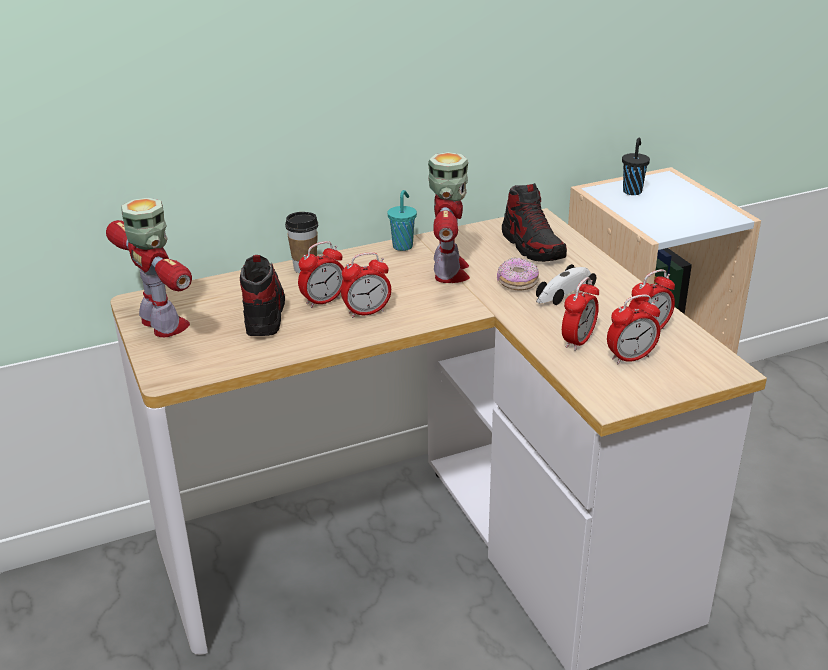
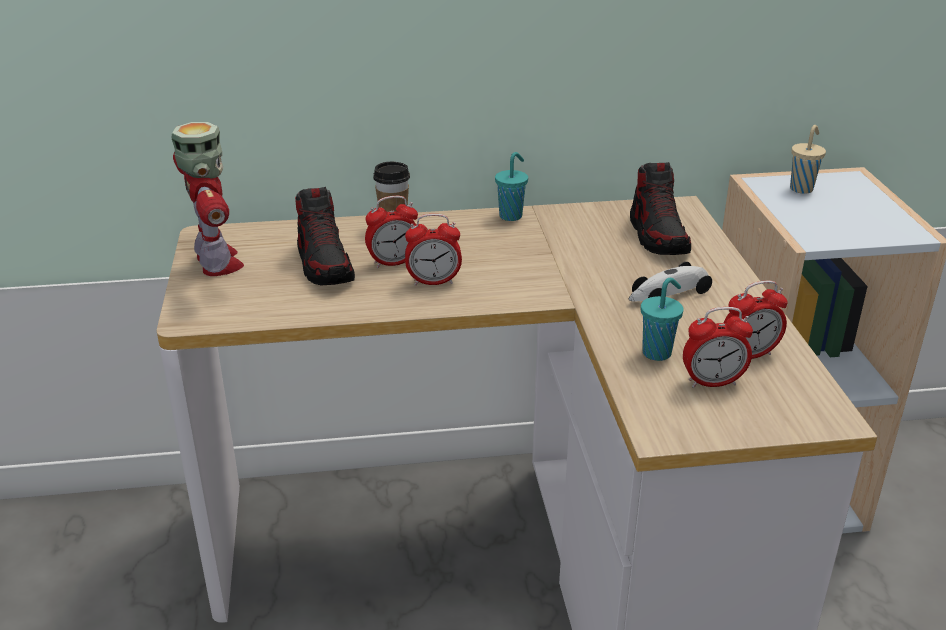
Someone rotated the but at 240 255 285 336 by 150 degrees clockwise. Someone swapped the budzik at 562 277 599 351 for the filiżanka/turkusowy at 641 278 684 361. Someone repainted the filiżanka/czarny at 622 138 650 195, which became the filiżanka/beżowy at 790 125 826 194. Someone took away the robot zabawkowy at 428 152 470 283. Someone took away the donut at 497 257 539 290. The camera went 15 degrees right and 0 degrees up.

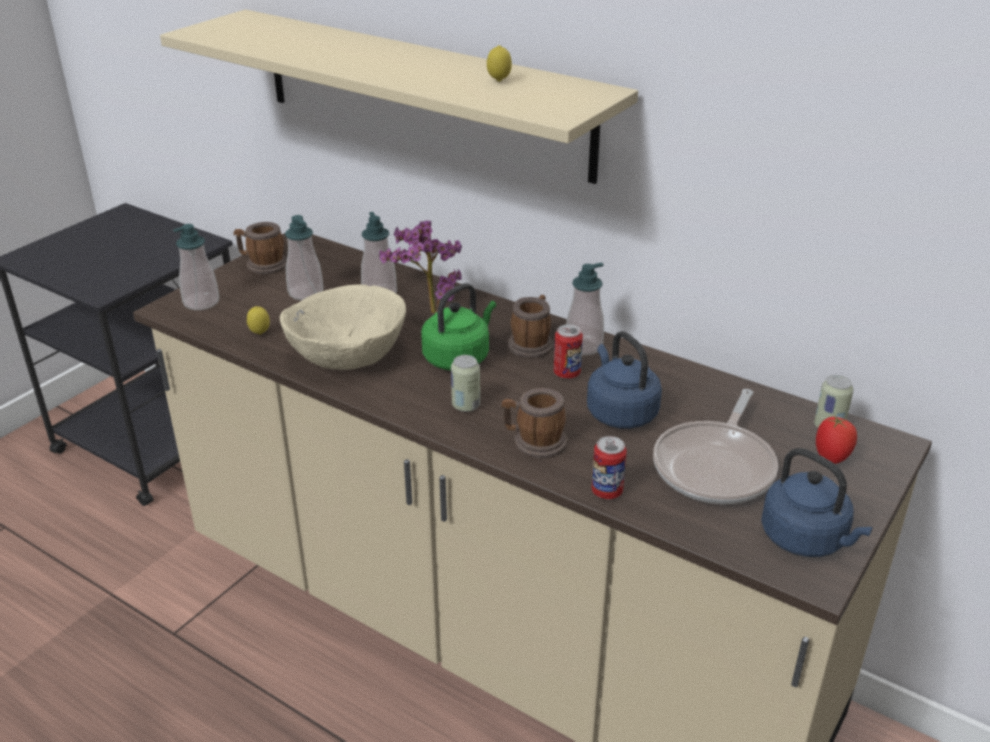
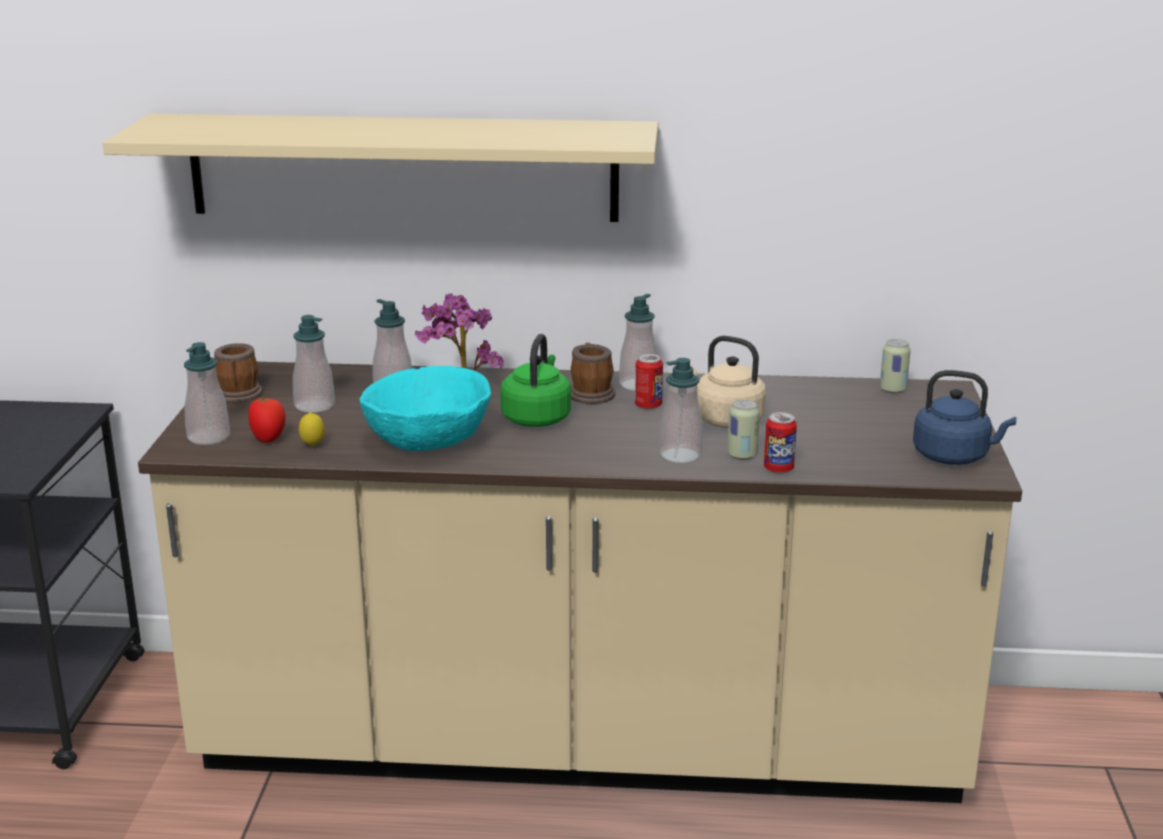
Someone carried the pomidor from 816 415 857 464 to 248 397 286 443. Someone repainted the miska/beżowy at 280 285 406 370, which became the miska/turkusowy at 359 366 491 451. Someone swapped the kubek at 502 388 567 458 for the dozownik mydła at 659 358 703 463. Someone repainted the czajnik/niebieski at 587 331 662 429, which became the czajnik/beżowy at 690 336 766 428. Someone carried the puszka from 451 355 480 412 to 727 400 760 460. Someone took away the cytryna at 487 45 512 82. Someone took away the patelnia at 653 389 778 504. The camera went 30 degrees left and 10 degrees down.

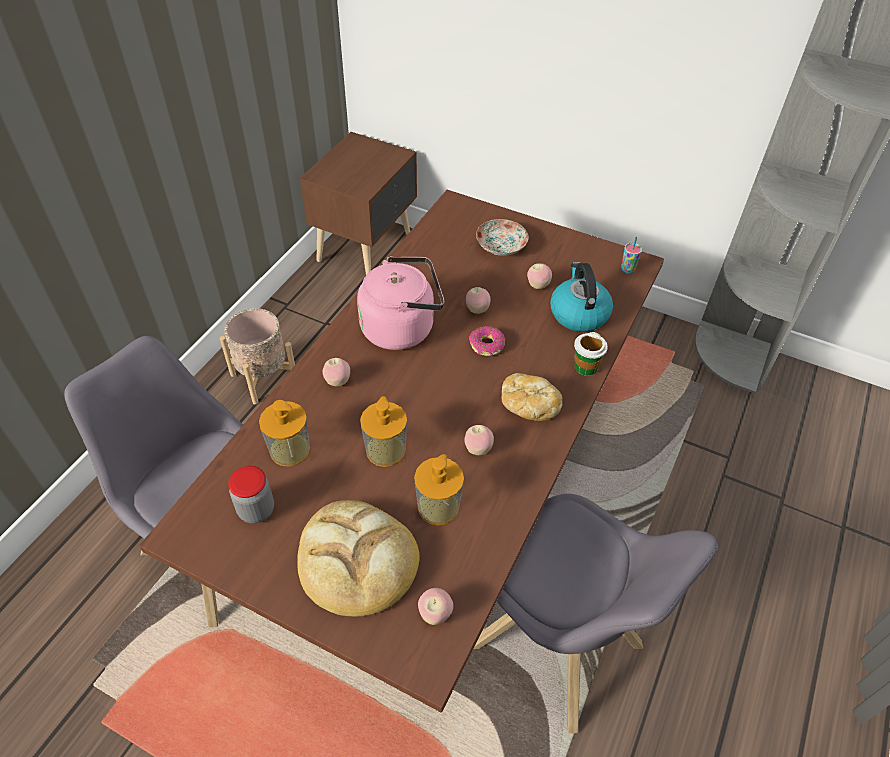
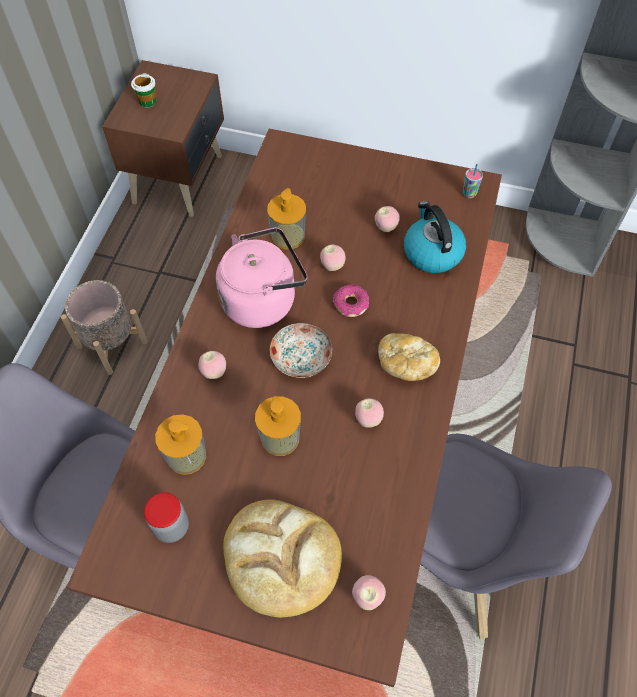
Someone carried the filiżanka from 574 332 608 376 to 131 73 156 108. Someone carried the dozownik mydła from 414 454 464 525 to 267 188 306 249. Someone carried the talerz from 476 219 529 256 to 270 323 332 378. The camera went 10 degrees left and 10 degrees up.

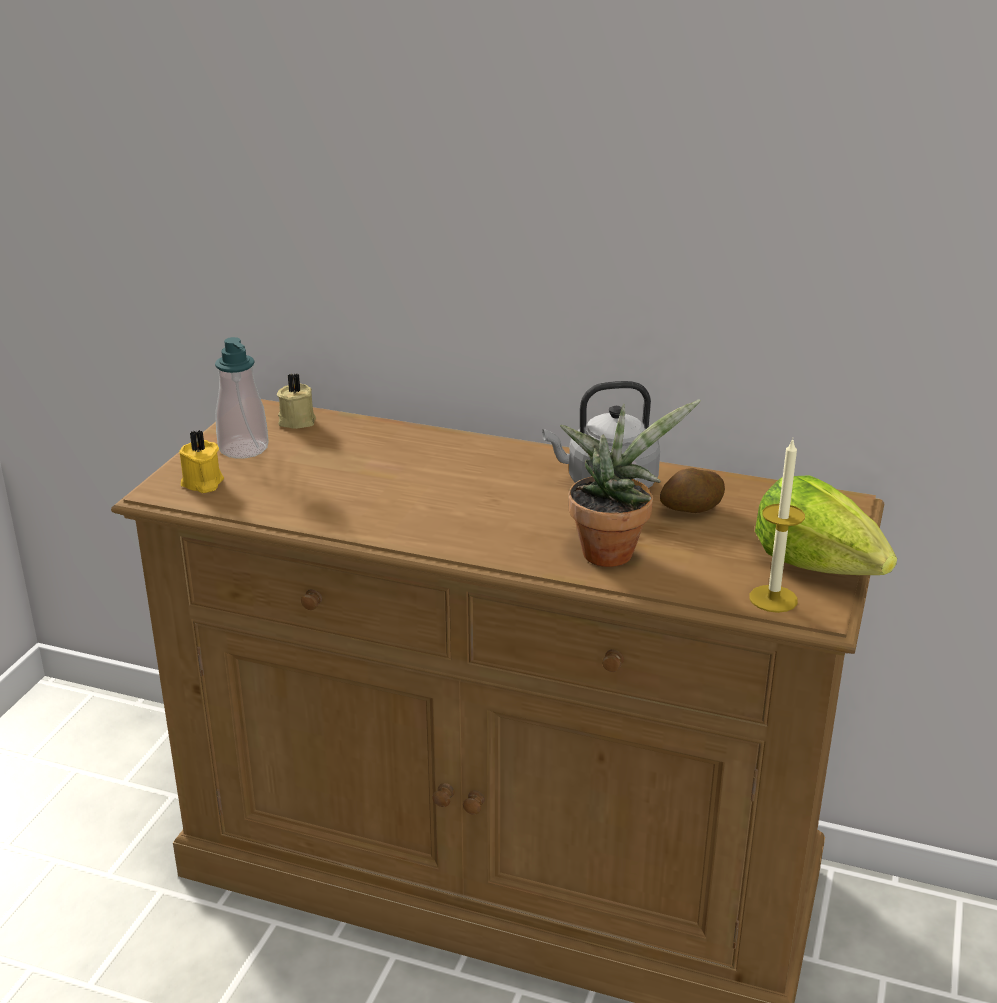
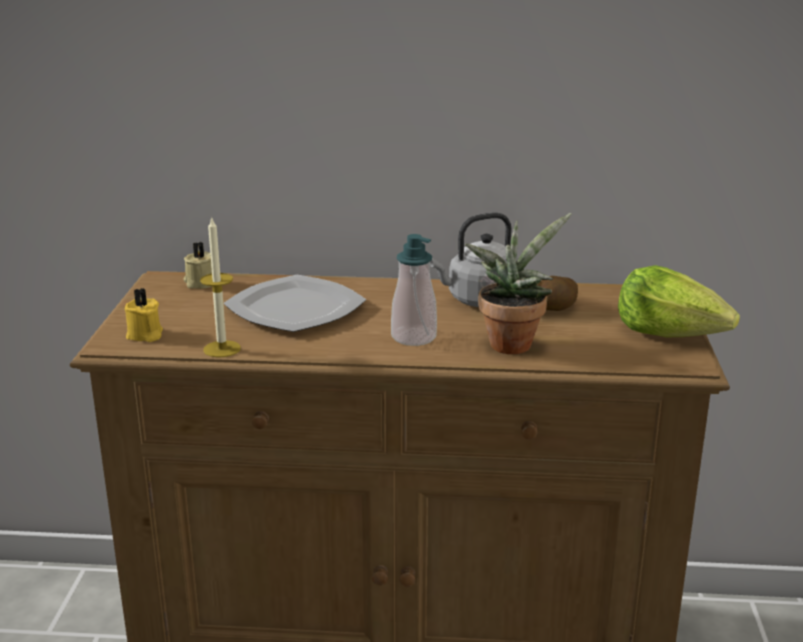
Someone carried the świeca from 749 439 805 613 to 200 216 241 358. Someone put down the talerz at 224 275 366 332. Someone carried the dozownik mydła from 215 337 269 459 to 391 234 437 346. The camera went 15 degrees left and 5 degrees down.

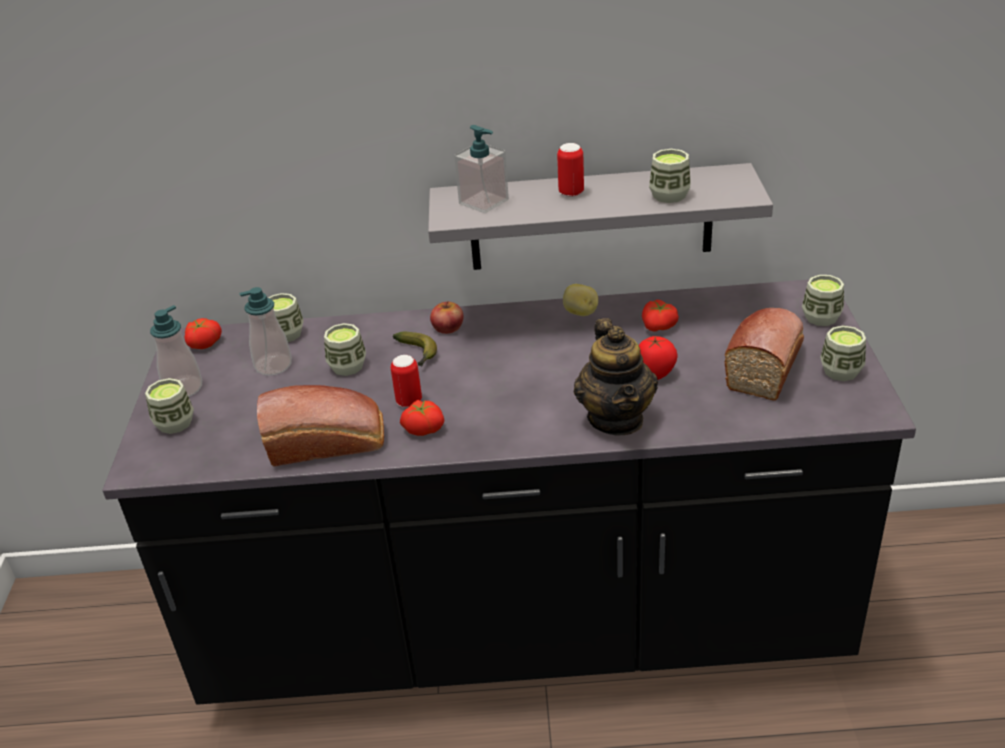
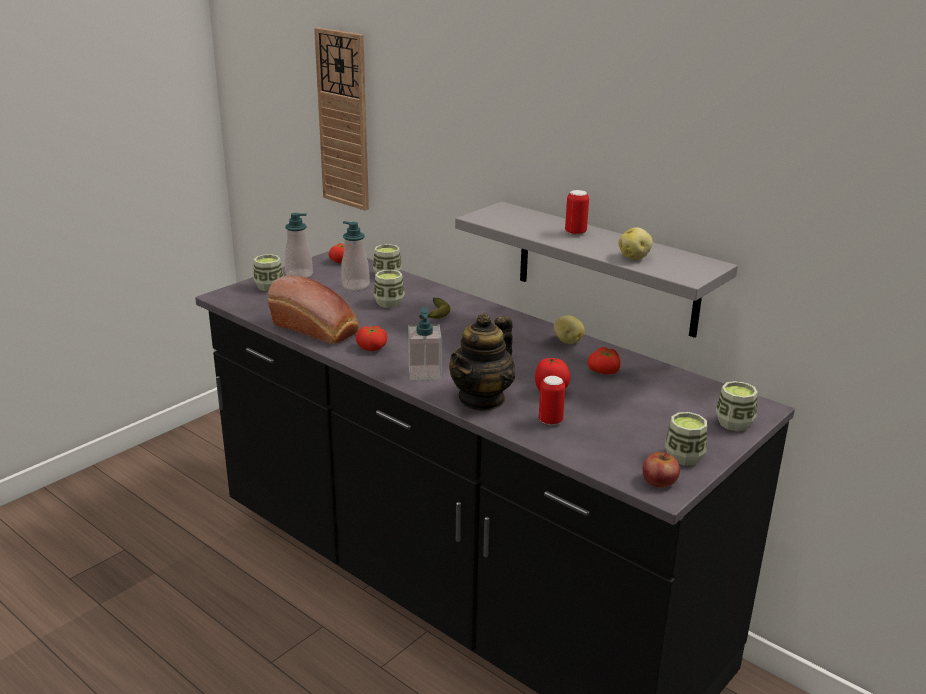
Someone put up the zegar ścienny at 314 28 369 211. Someone carried the dozownik mydła from 454 125 509 213 to 408 307 442 380. Someone carried the puszka from 391 355 422 407 to 539 376 565 425. Someone swapped the filiżanka at 649 149 691 203 for the ziemniak at 619 227 653 260. Someone carried the jabłko from 430 302 463 334 to 643 452 680 488. Someone took away the chleb at 725 308 804 401. The camera went 40 degrees right and 10 degrees down.

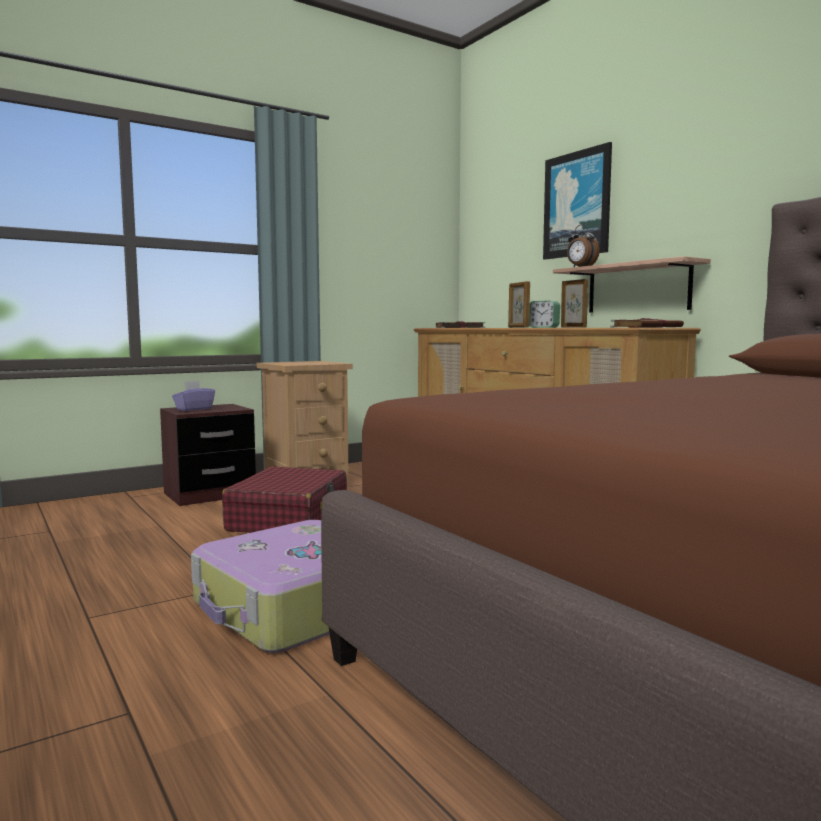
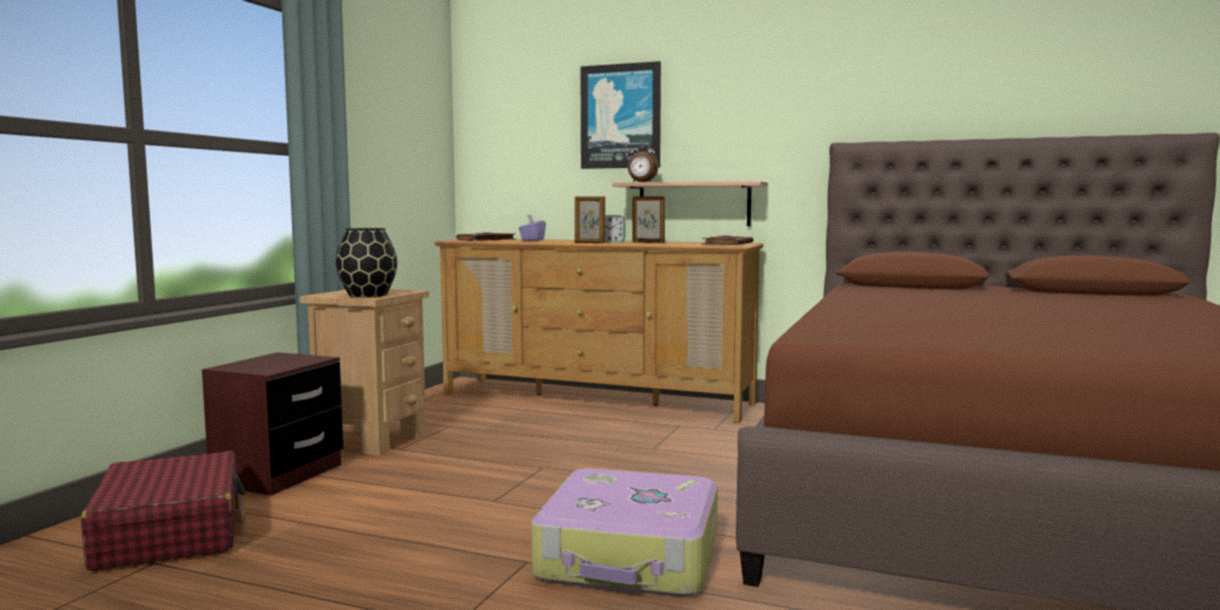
Someone carried the walizka/czerwony from 222 466 347 533 to 81 451 245 571. Someone put down the wazon/czarny at 336 228 397 297. Someone carried the pudełko chusteczek/fioletowy from 172 381 215 411 to 519 215 546 241. The camera went 35 degrees left and 0 degrees up.

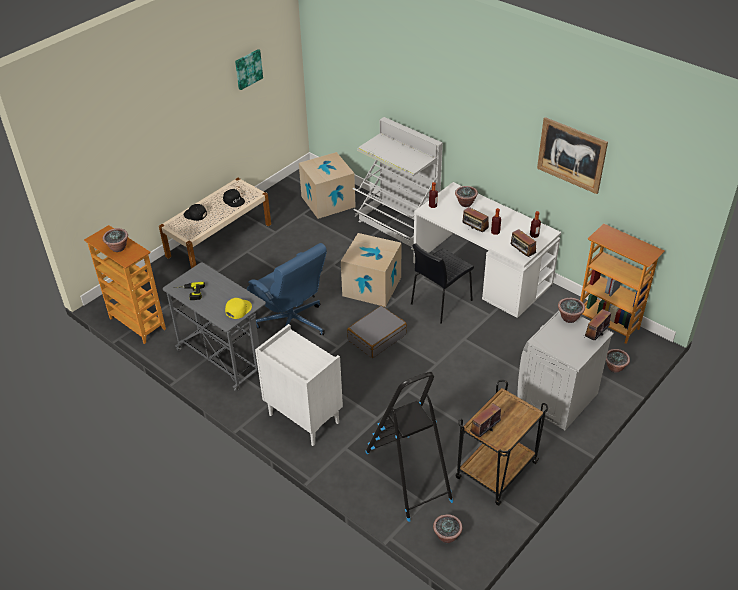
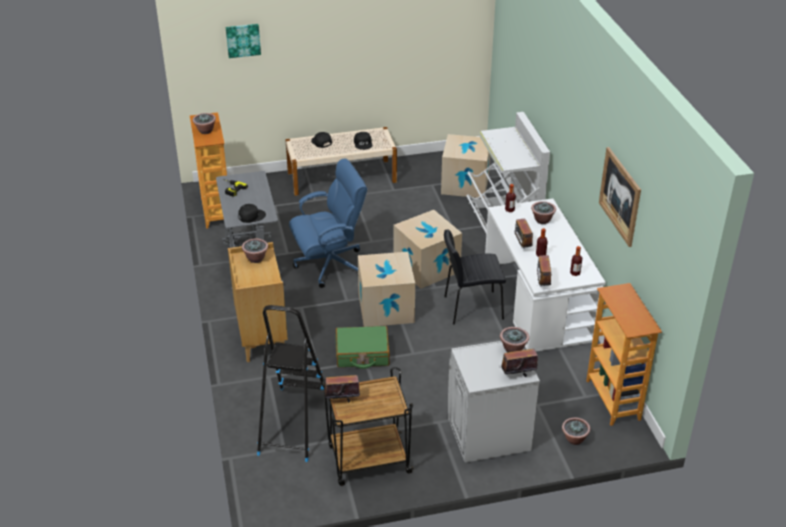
Someone carried the obraz from 235 49 263 90 to 226 24 261 58. Someone repainted the szafka/biały at 255 324 343 446, which became the szafka/brązowy at 228 242 288 362. Someone repainted the czapka z daszkiem/żółty at 225 298 252 319, which became the czapka z daszkiem/czarny at 238 204 266 223. Someone carried the roślina doniczkowa from 433 514 462 543 to 242 238 268 263. Someone rotated the krzesło biurowe/niebieski at 247 243 327 335 by 105 degrees counterclockwise. Someone put down the walizka/zielony at 335 326 390 369. Someone swapped the walizka/szary at 347 306 407 358 for the karton at 358 252 415 327. The camera went 35 degrees right and 5 degrees down.

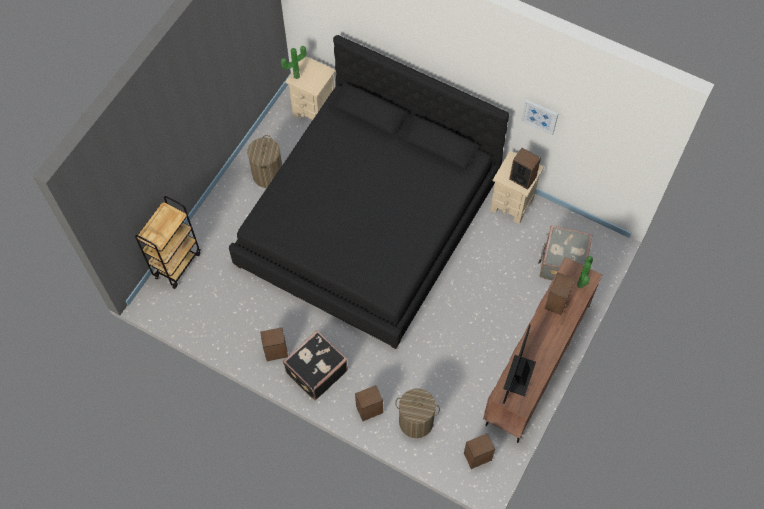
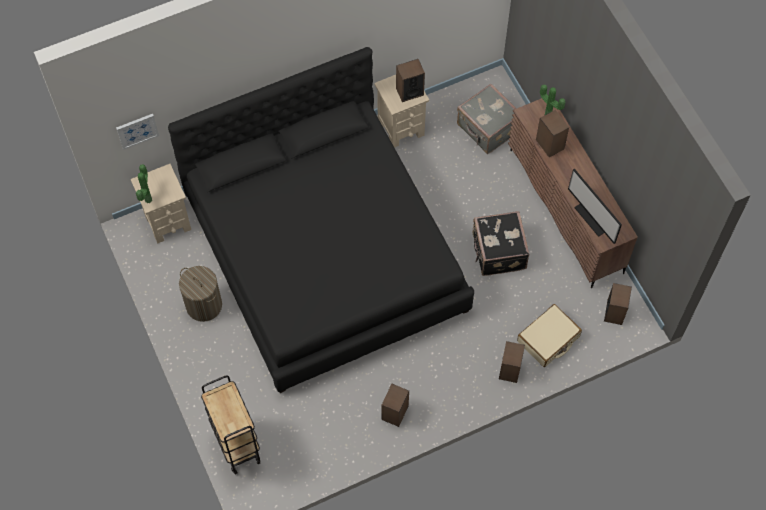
Someone carried the obraz from 521 99 558 135 to 116 114 159 150. Someone carried the walizka/czarny from 283 330 348 400 to 473 211 529 276. Someone swapped the kosz na pranie at 395 388 440 438 for the walizka/beżowy at 517 304 582 367. The camera went 55 degrees left and 0 degrees up.

